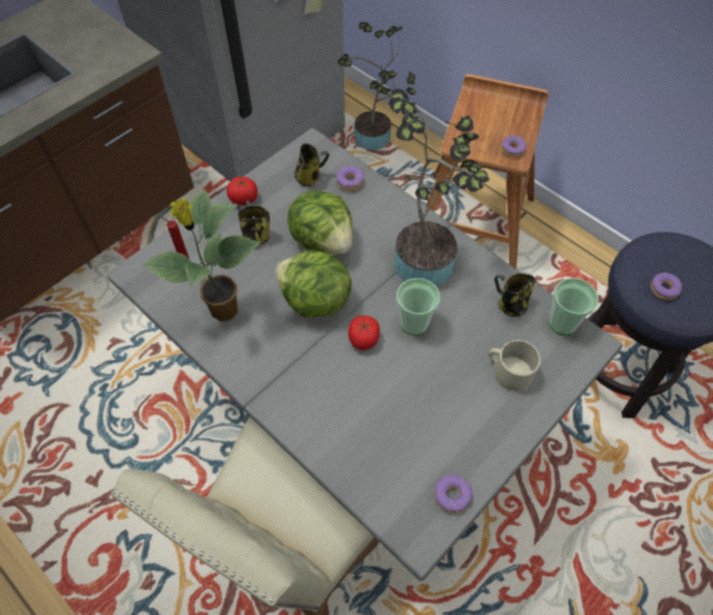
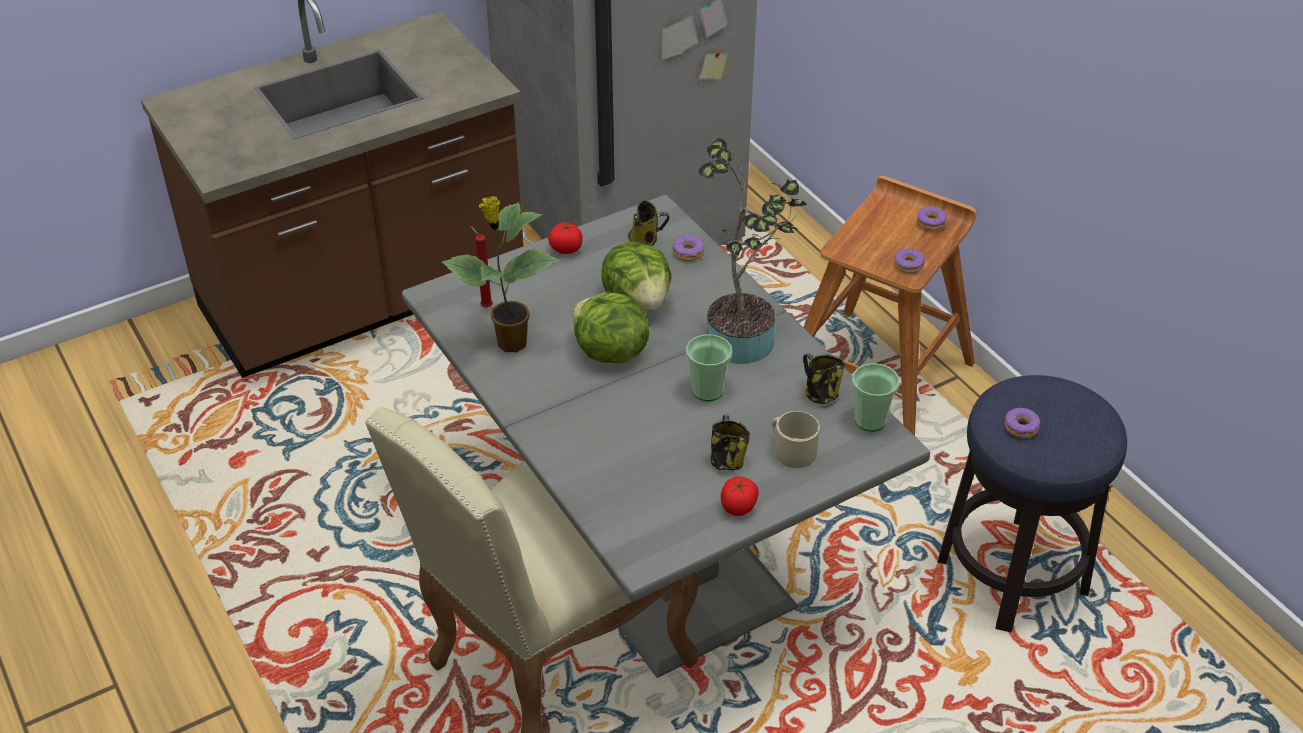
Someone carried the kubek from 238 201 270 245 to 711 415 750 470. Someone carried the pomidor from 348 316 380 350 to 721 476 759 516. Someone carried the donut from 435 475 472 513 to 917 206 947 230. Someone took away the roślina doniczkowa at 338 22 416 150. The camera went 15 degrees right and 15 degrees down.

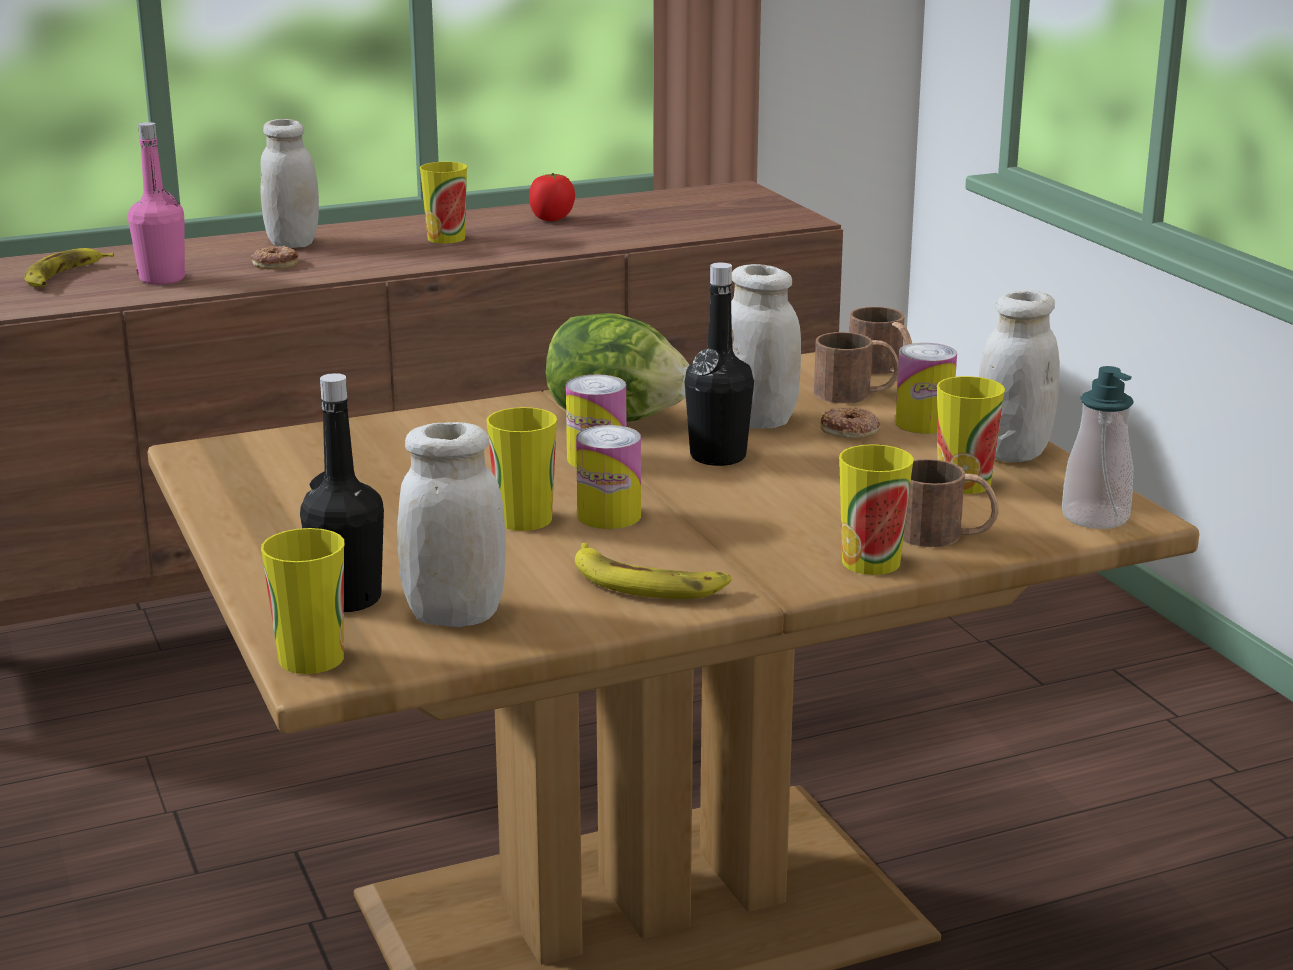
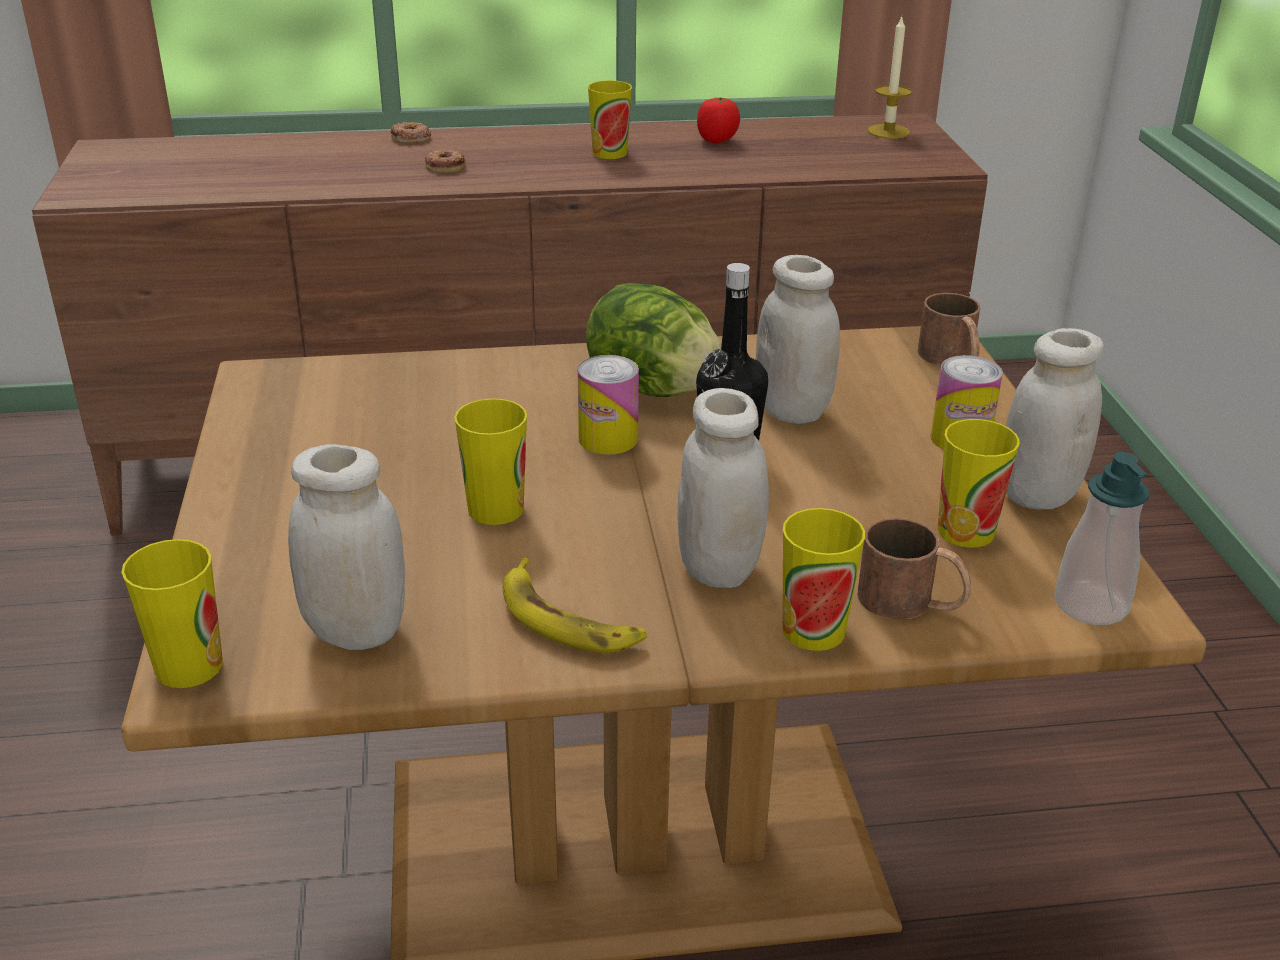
Someone carried the donut from 820 407 880 438 to 390 122 431 143. Someone carried the słoik/biały from 260 119 319 248 to 677 388 769 588. Someone put down the świeca at 868 17 912 139. Someone took away the banan at 24 248 114 287. Someone took away the butelka/różowy at 128 122 185 285. Someone took away the butelka/czarny at 300 373 384 612. Someone took away the puszka at 576 425 641 529. Someone took away the kubek/brązowy at 814 332 899 403. The camera went 15 degrees right and 10 degrees up.

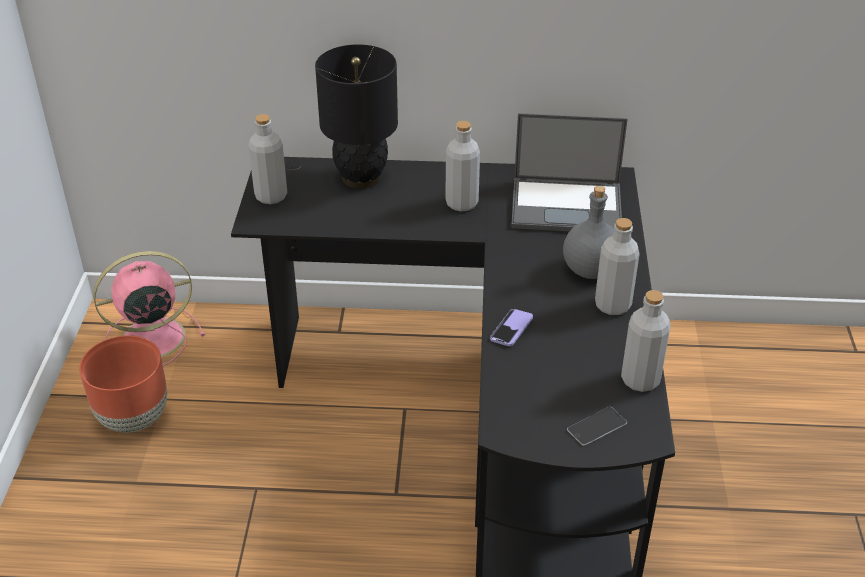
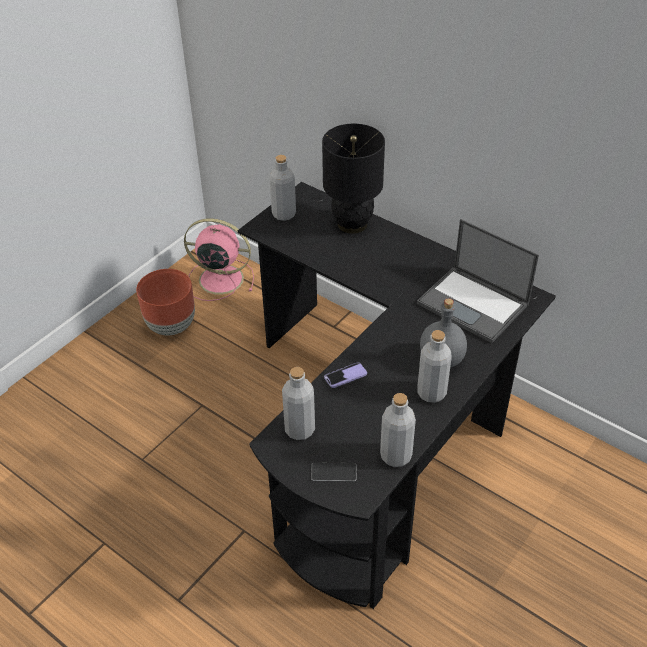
Someone carried the butelka/szary from 445 121 480 211 to 282 367 315 440. The camera went 35 degrees right and 5 degrees up.

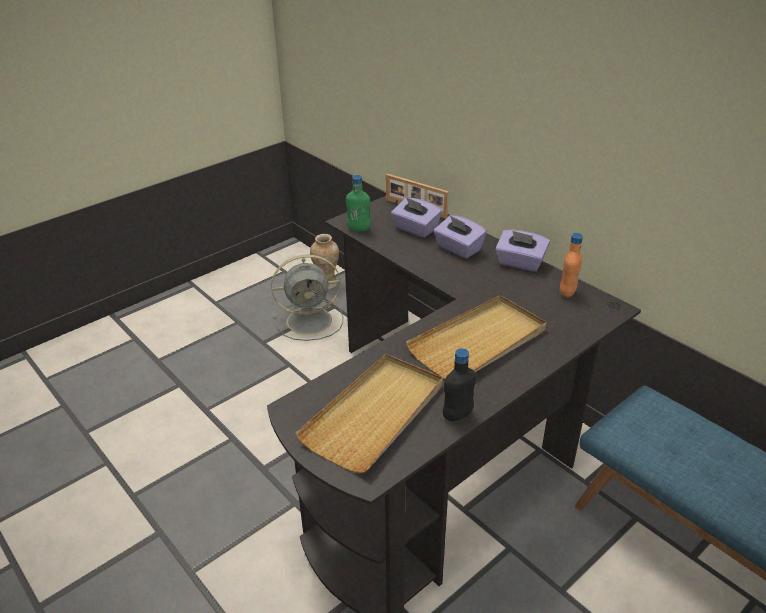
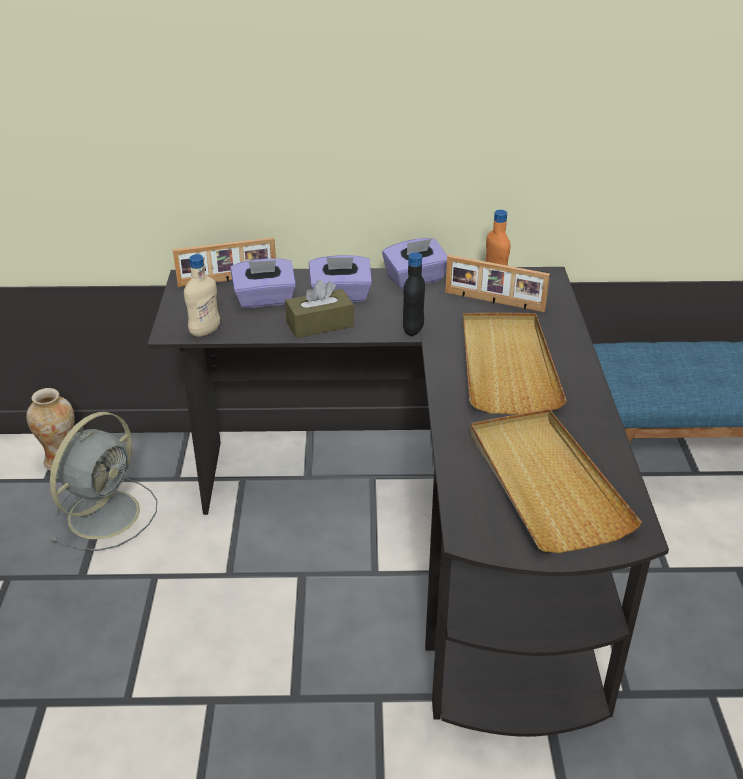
Someone repainted the butelka/zielony at 346 175 371 232, which became the butelka/beżowy at 184 254 220 337. Someone put down the pudełko chusteczek/brązowy at 285 280 354 338. Someone carried the butelka/czarny from 443 348 476 421 to 403 252 425 336. Someone put down the ramka na zdjęcie at 445 255 550 312. The camera went 50 degrees left and 0 degrees up.

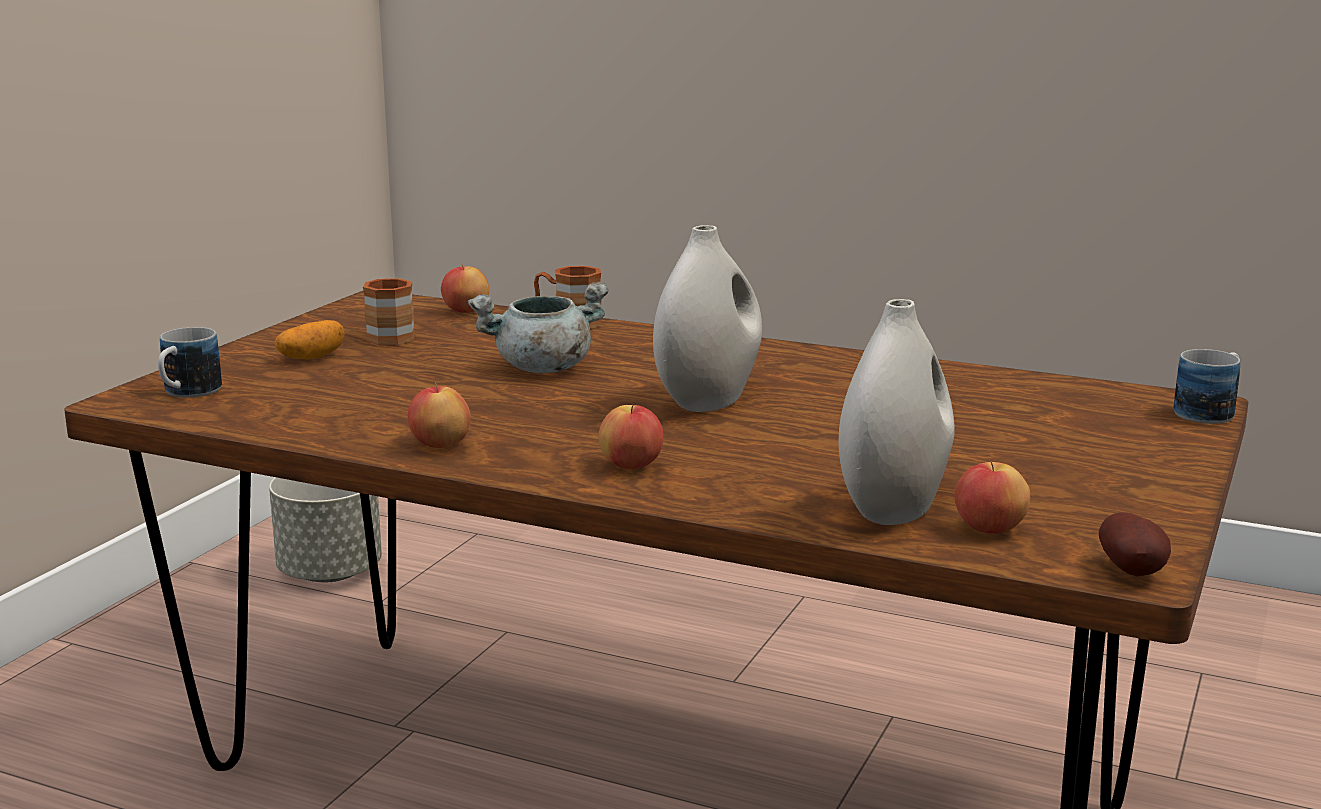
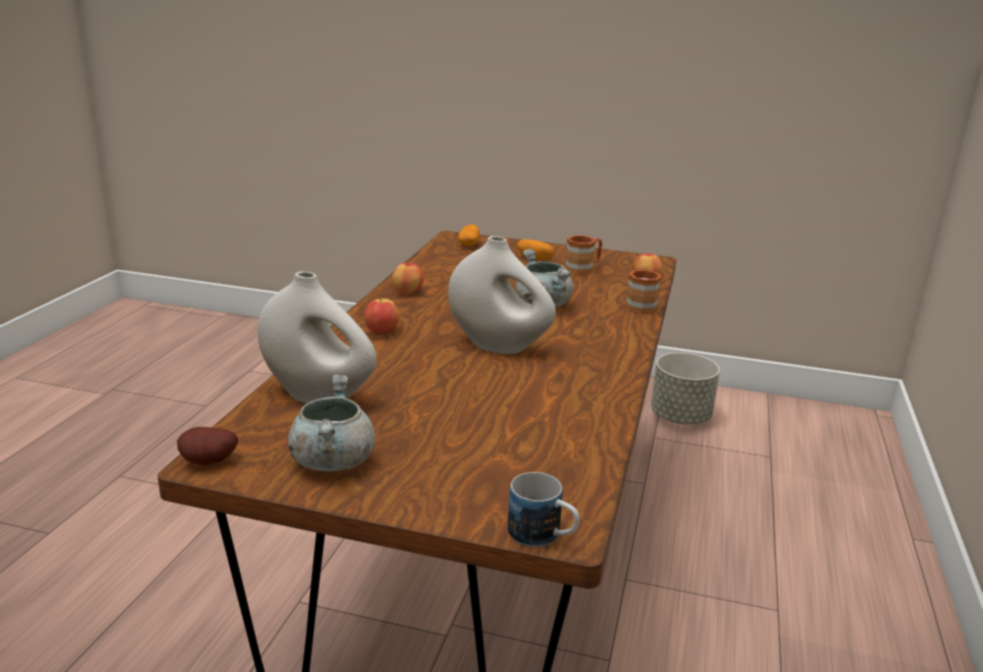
Someone put down the garnek/szary at 288 375 375 471. Someone swapped the kubek at 158 327 222 398 for the ziemniak at 458 224 480 246. Someone took away the jabłko at 954 460 1030 534. The camera went 80 degrees right and 5 degrees up.

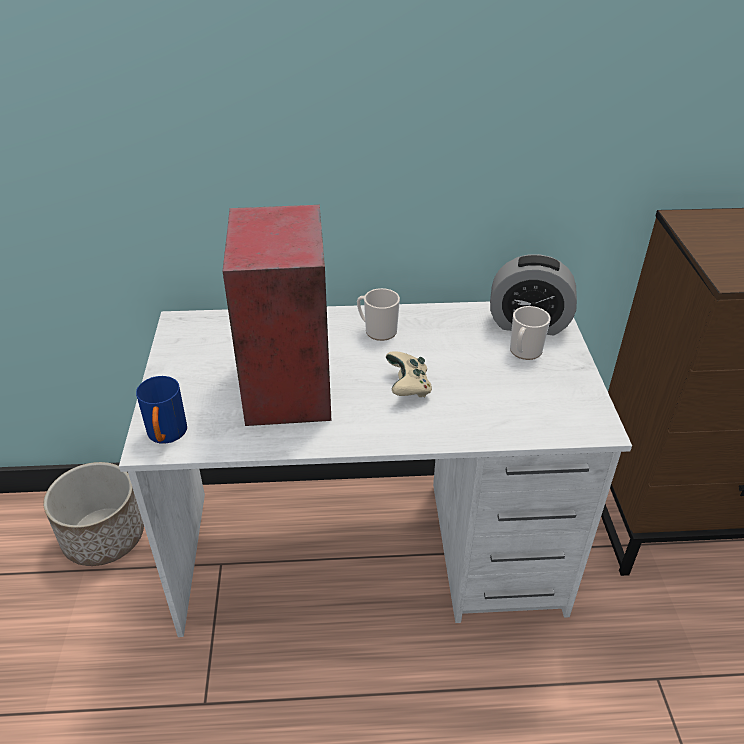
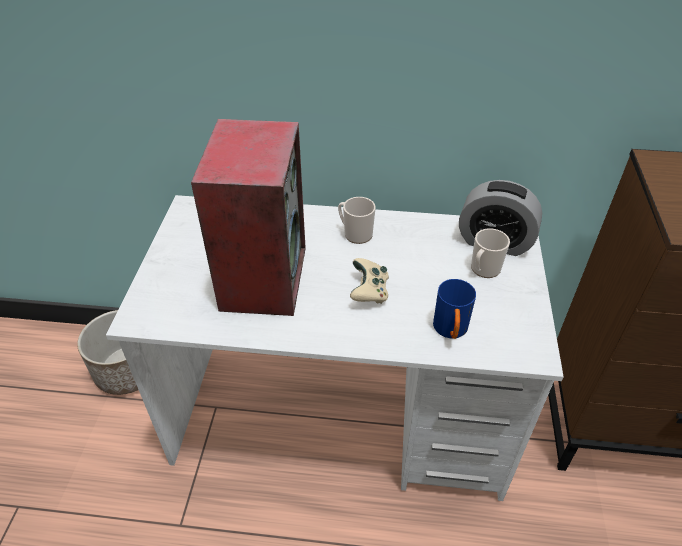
Someone carried the kubek/niebieski from 136 376 187 444 to 433 279 476 339. The camera went 10 degrees right and 5 degrees up.

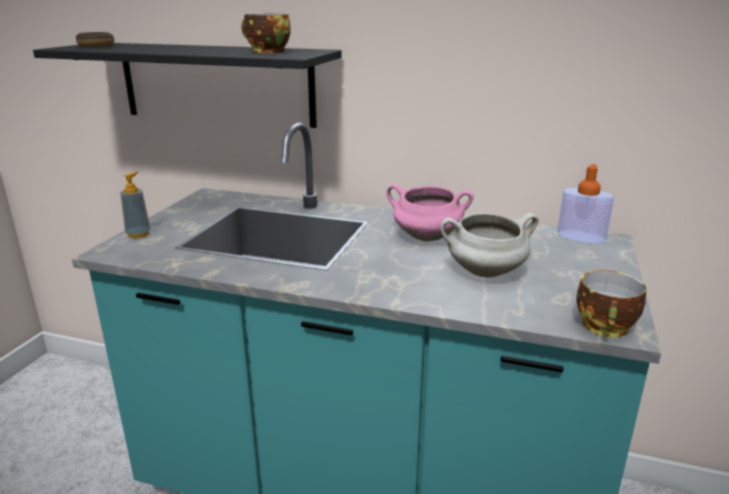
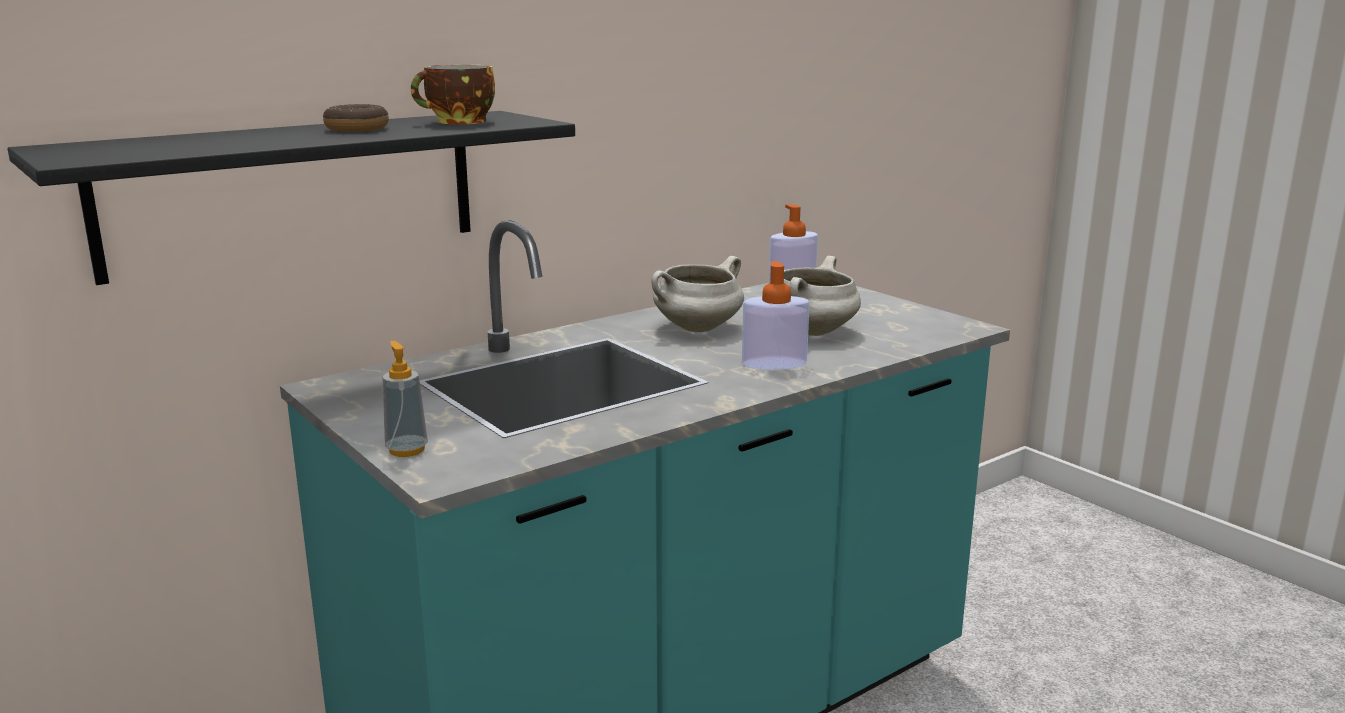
Someone carried the donut from 76 32 114 47 to 323 104 389 132. Someone repainted the garnek/różowy at 386 184 474 242, which became the garnek/biały at 651 256 744 332. Someone put down the dozownik mydła at 742 261 810 370. Someone took away the filiżanka at 576 270 647 337. The camera went 55 degrees left and 5 degrees down.

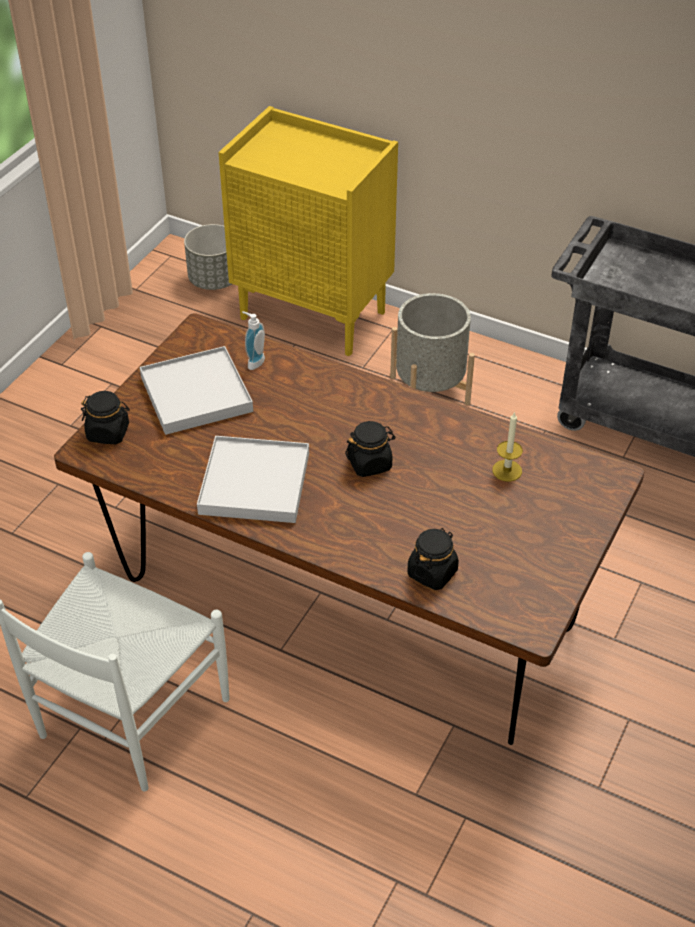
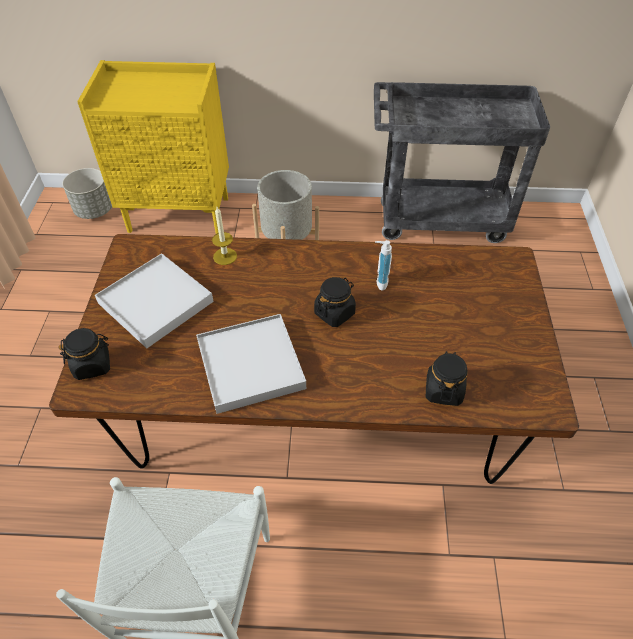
Someone carried the świeca from 492 411 523 482 to 212 207 237 265. Someone carried the dozownik mydła from 242 311 265 370 to 375 240 392 290. The camera went 25 degrees left and 5 degrees up.

